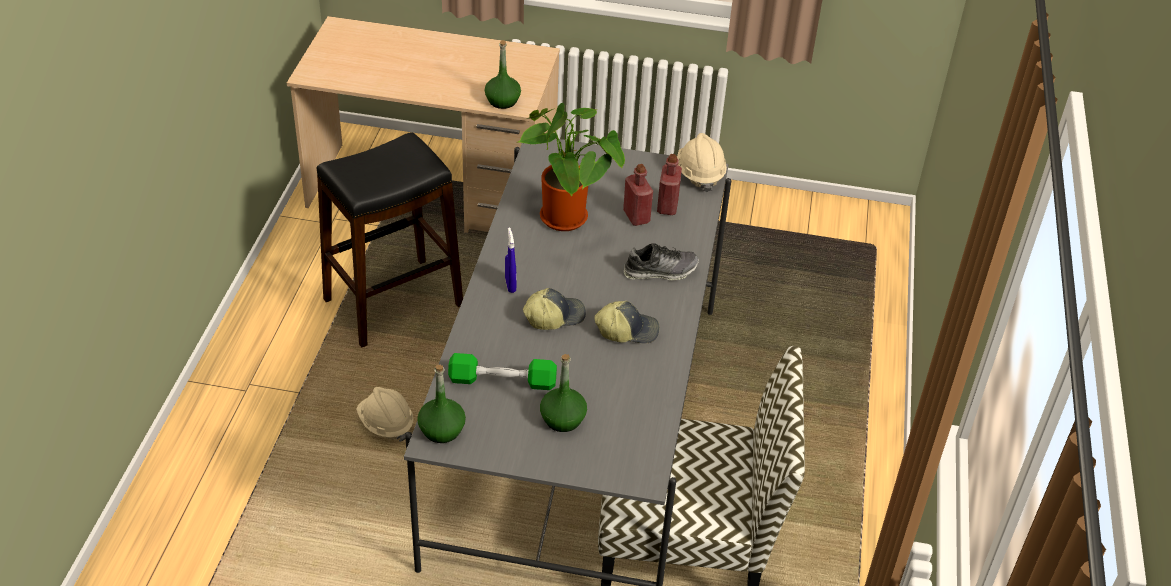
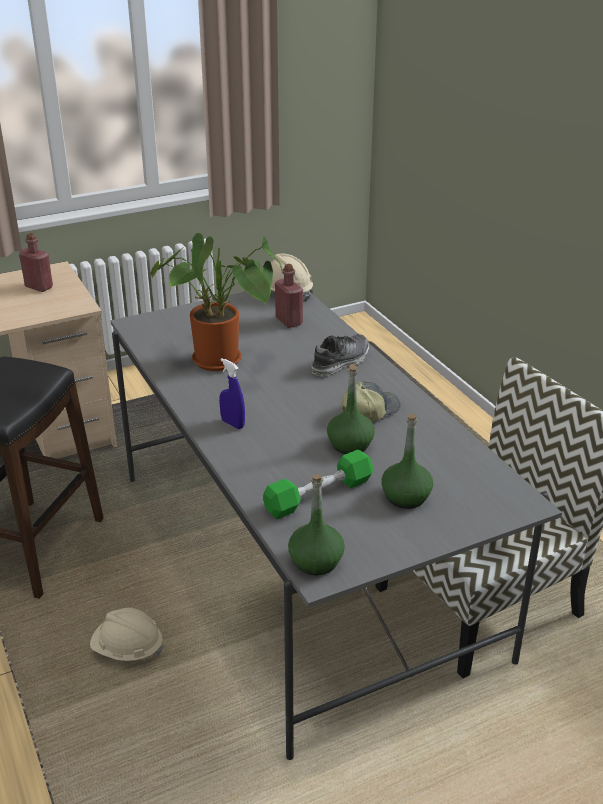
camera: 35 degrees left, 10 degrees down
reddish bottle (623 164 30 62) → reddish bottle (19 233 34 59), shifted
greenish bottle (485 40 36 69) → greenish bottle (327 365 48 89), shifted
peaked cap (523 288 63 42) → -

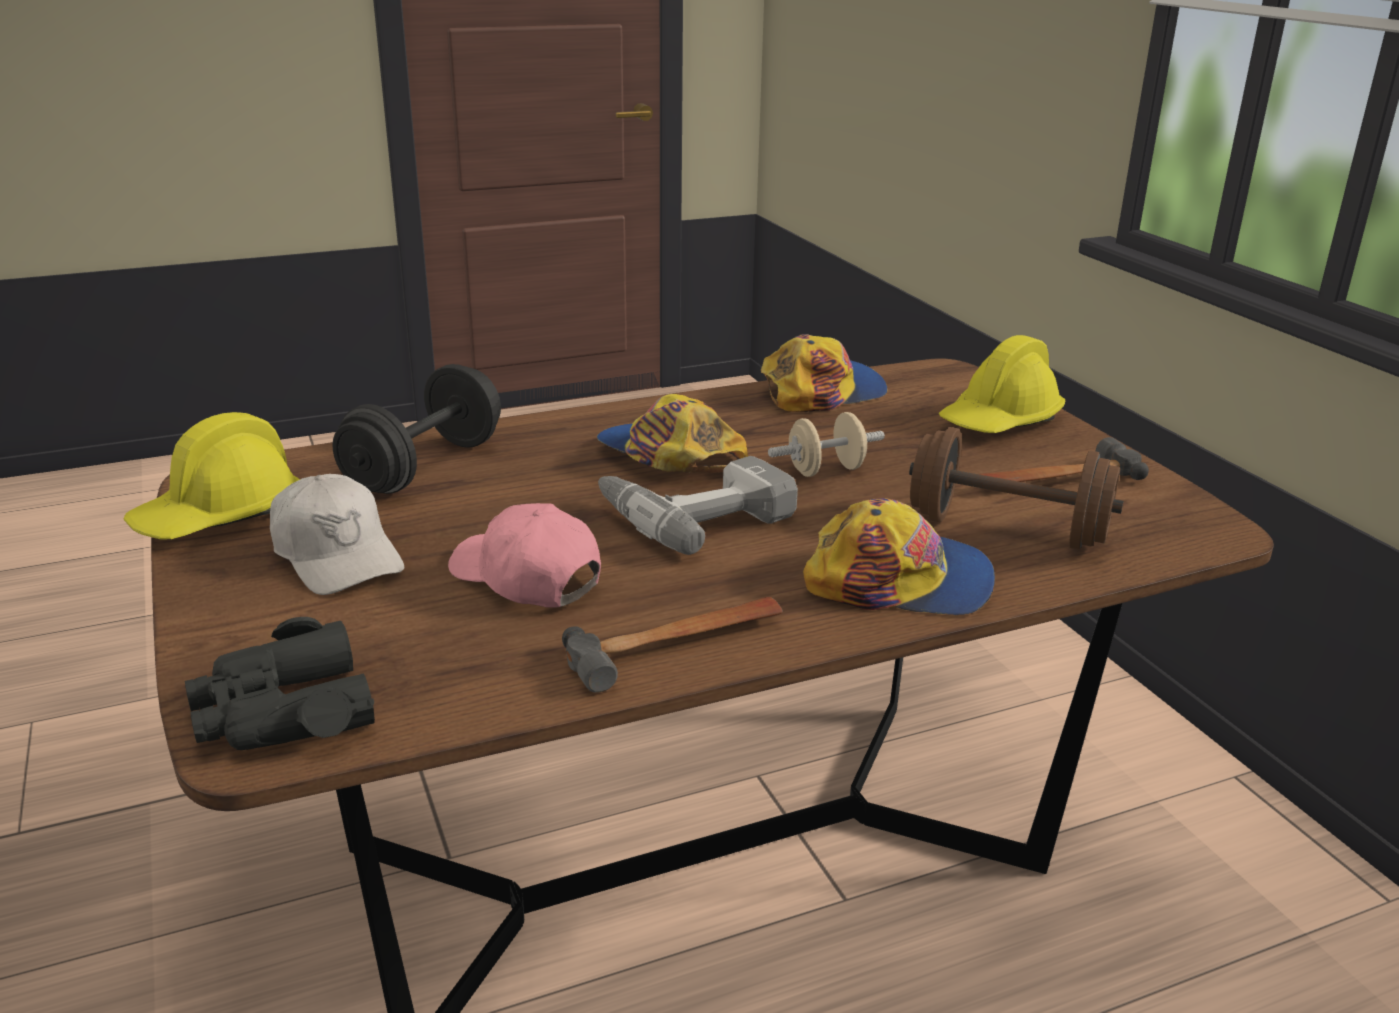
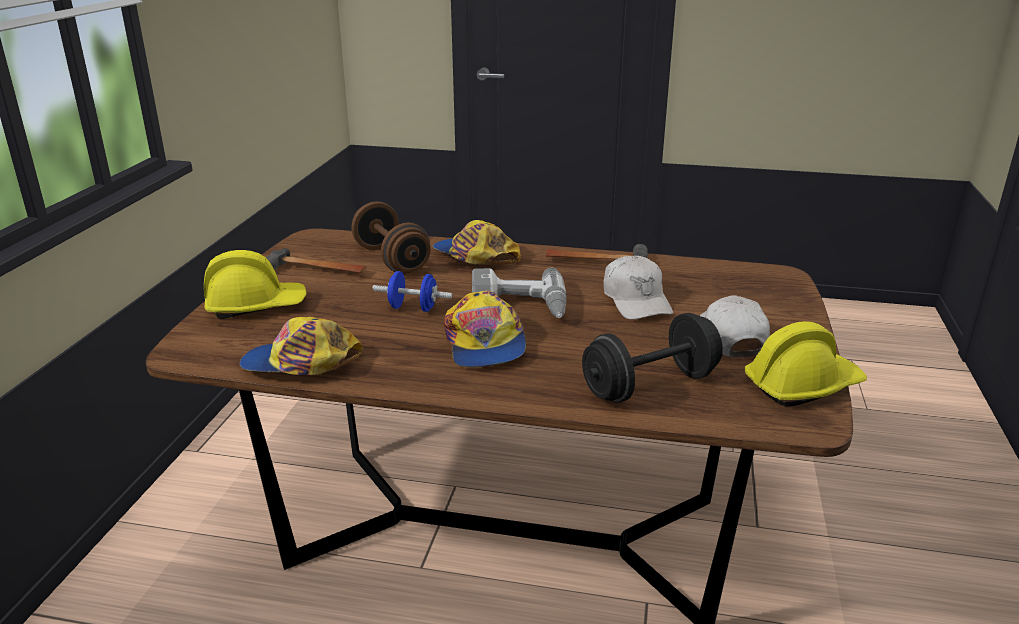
camera: 145 degrees left, 0 degrees up
sand-coloured hand weight (768 412 117 65) → blue-coloured hand weight (372 271 80 41)
pinkish peaked cap (448 503 153 105) → white-coloured peaked cap (603 255 70 65)
black pair of binoculars (185 617 190 133) → -

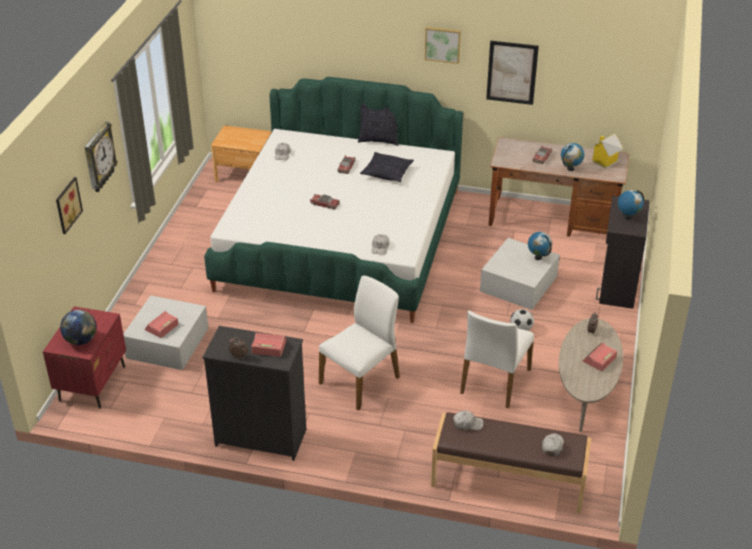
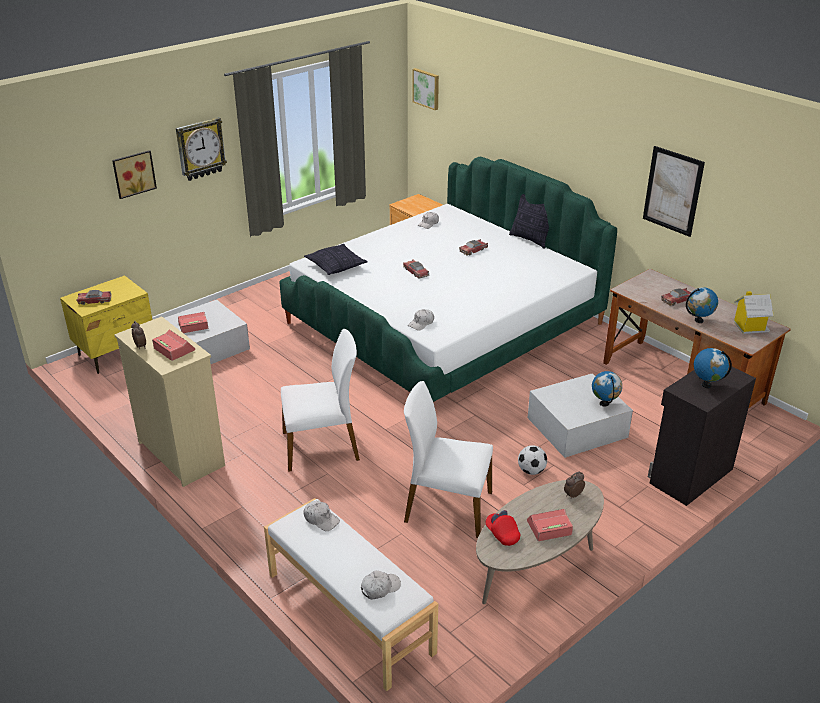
camera: 35 degrees right, 5 degrees down
reddish bedside table (43 306 83 103) → yellow-coloured bedside table (60 275 92 99)
globe (60 310 37 35) → model car (76 290 36 15)
black dresser (203 326 103 135) → sand-coloured dresser (114 316 111 171)
brown-coloured indoor bench (431 412 160 102) → white-coloured indoor bench (264 498 174 193)
throw pillow (360 152 54 30) → throw pillow (304 244 64 31), shifted
white-coloured chair (460 310 74 98) → white-coloured chair (404 381 89 157), 45 degrees clockwise
picture (425 27 36 37) → picture (412 68 27 42), shifted
- → reddish peaked cap (486 510 34 36)

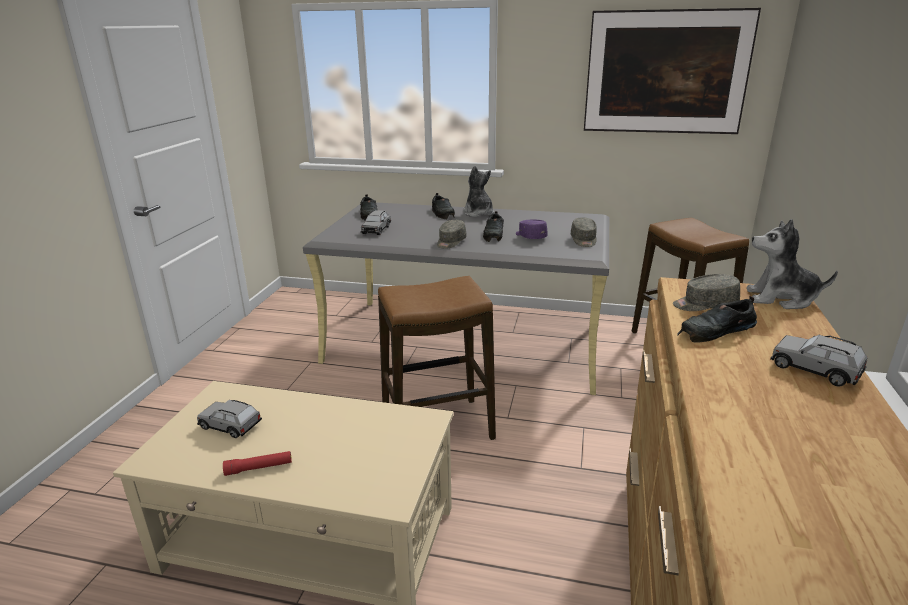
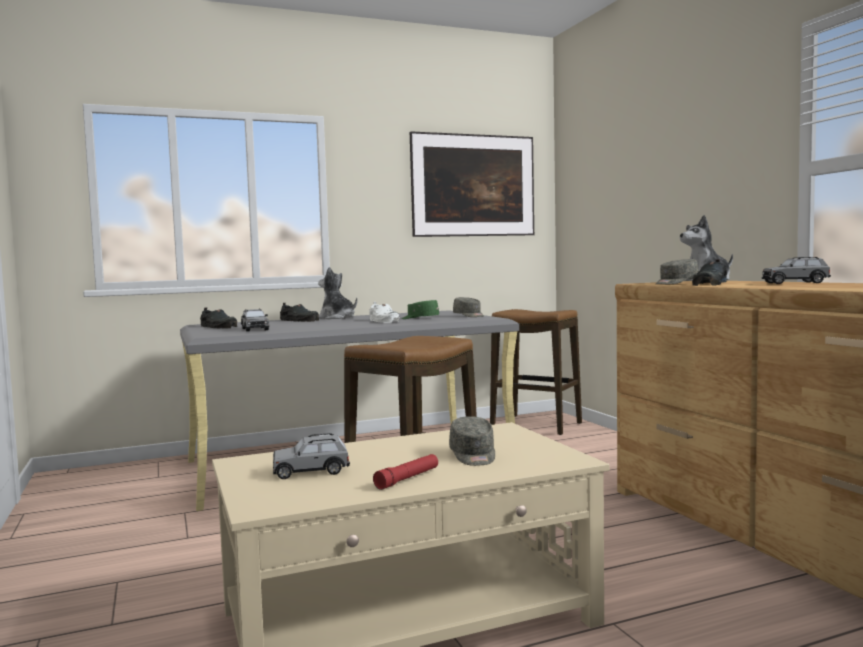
camera: 35 degrees left, 20 degrees down
black item of footwear (483 211 21 31) → white-coloured item of footwear (369 302 30 21)
purplish peaked cap (516 220 32 19) → greenish peaked cap (402 300 37 19)
grey peaked cap (437 220 30 29) → grey peaked cap (449 416 46 50), shifted

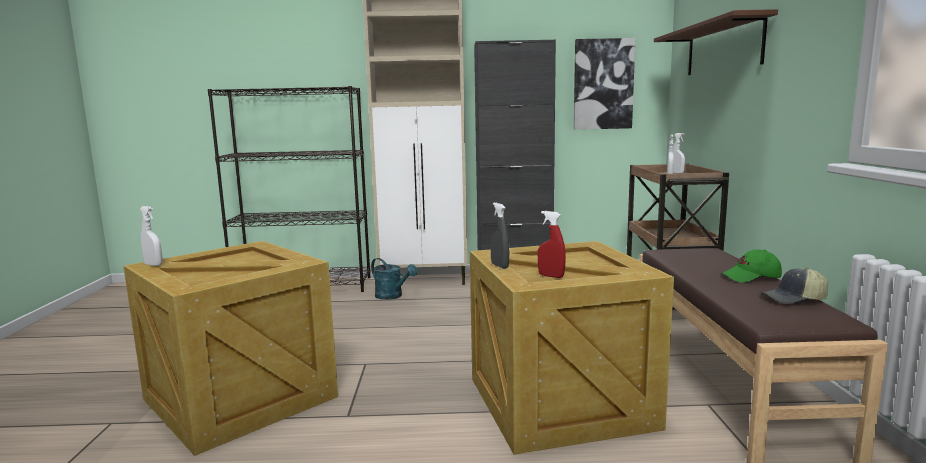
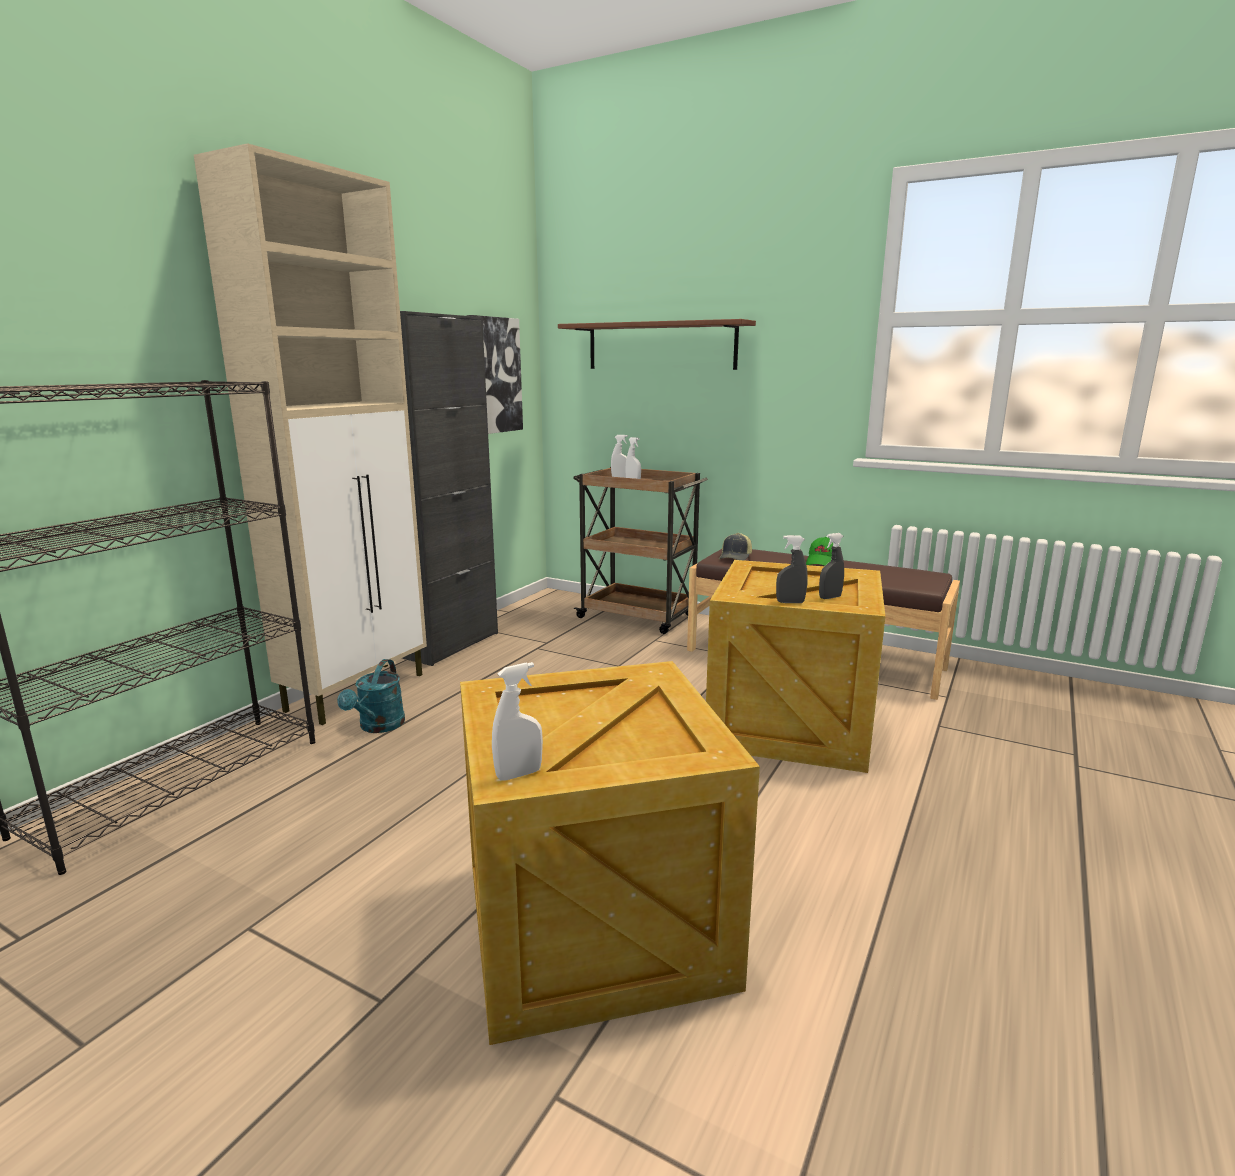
camera: 60 degrees left, 5 degrees up
turquoise-coloured watering pot (371 258 47 42) → turquoise-coloured watering pot (337 659 68 74), 120 degrees clockwise
peaked cap (761 268 67 36) → peaked cap (719 533 33 27), shifted
reddish hand sprayer (538 211 28 67) → grey hand sprayer (819 533 25 66)

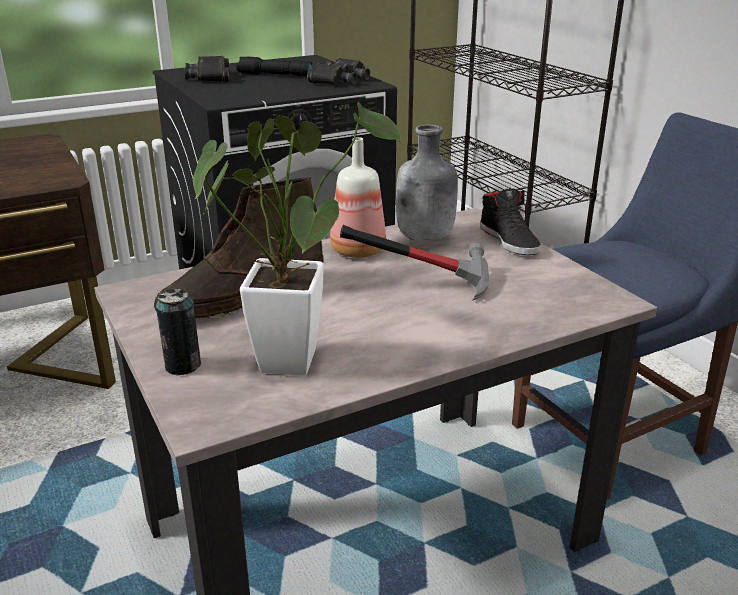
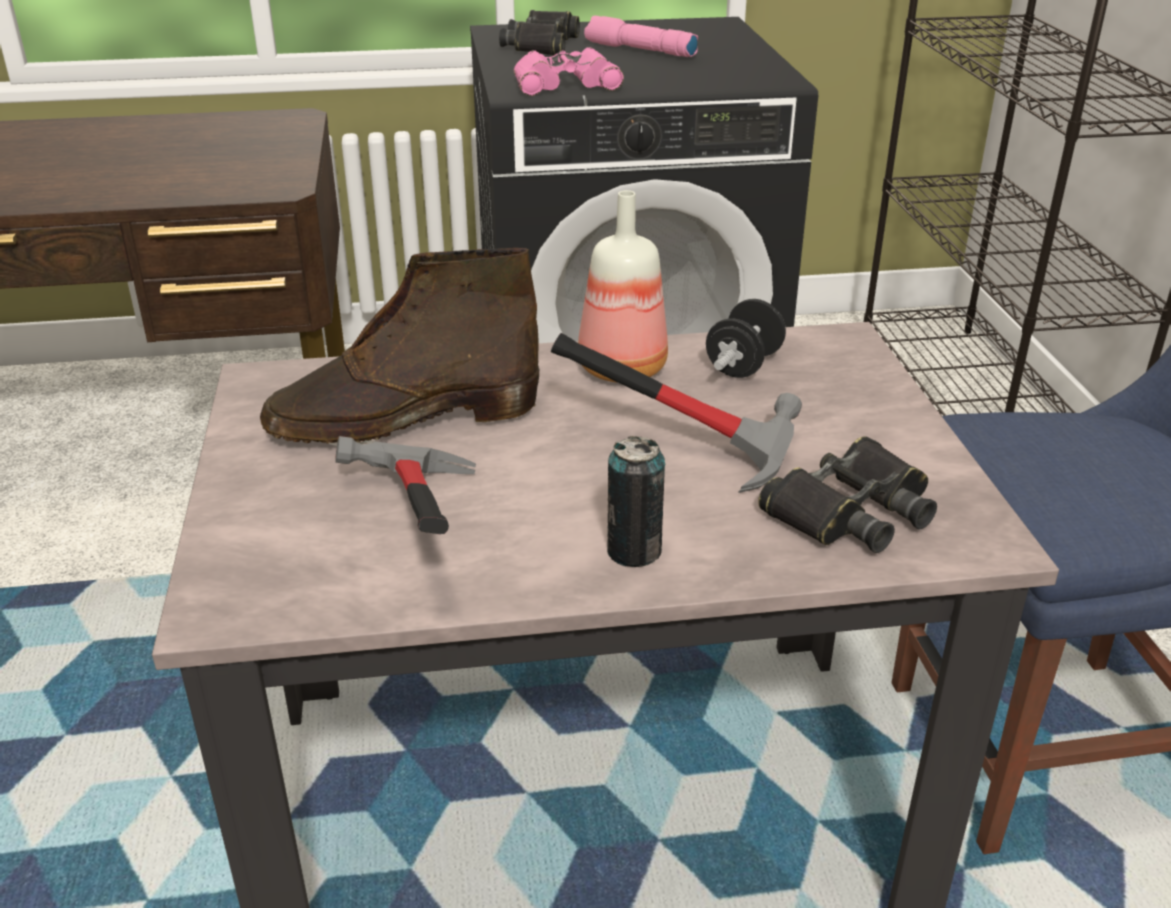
camera: 20 degrees right, 5 degrees up
potted plant (193 102 209 274) → hand hammer (335 436 141 98)
- → pinkish pair of binoculars (514 47 110 49)
black hand torch (236 57 76 19) → pinkish hand torch (584 16 114 41)
can (156 289 45 87) → can (607 436 58 131), shifted
grey bottle (396 125 62 117) → black hand weight (706 299 80 79)
black pair of binoculars (307 58 63 27) → black pair of binoculars (758 436 179 117), shifted
black item of footwear (480 188 61 67) → -

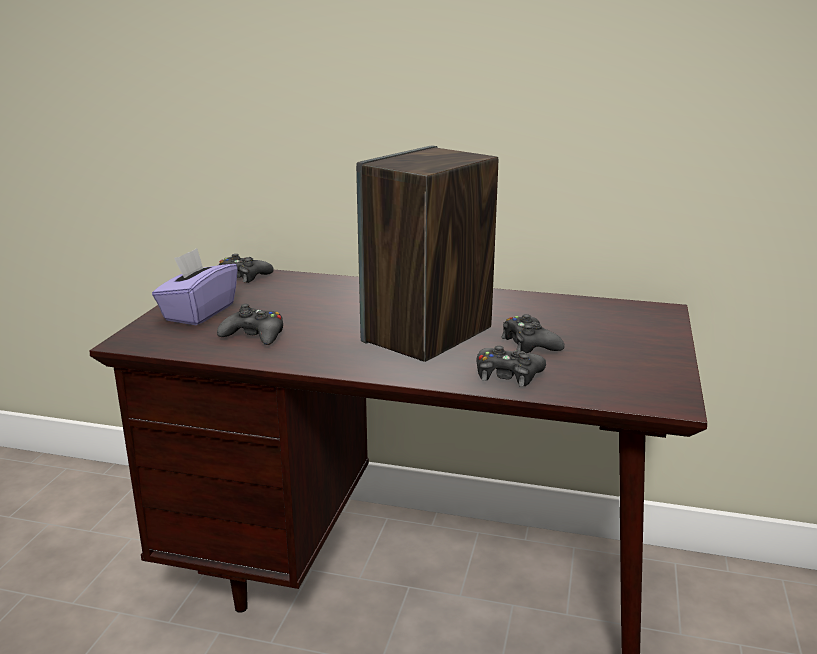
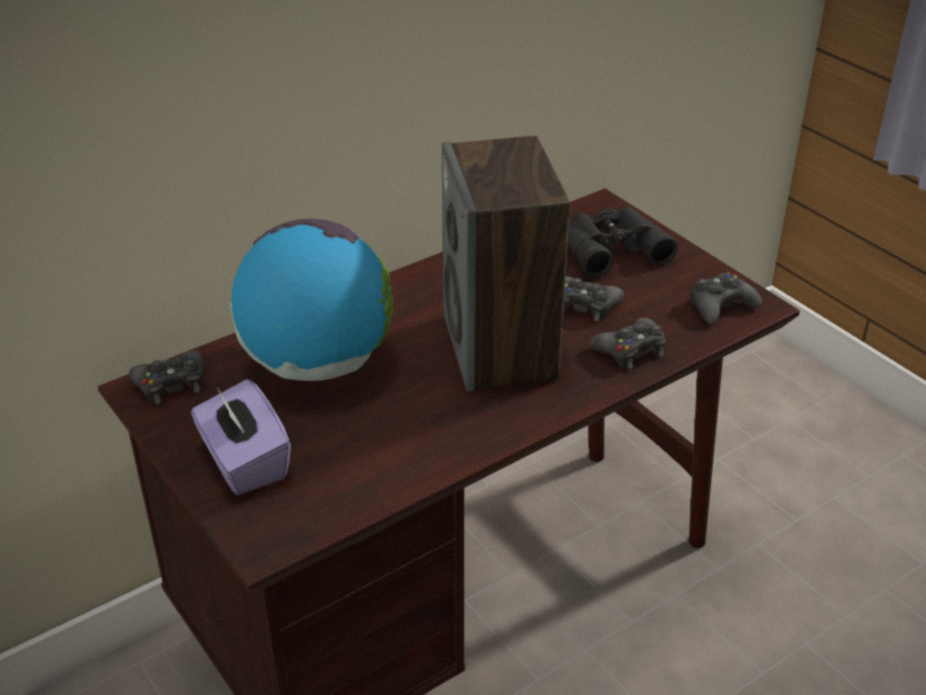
camera: 50 degrees left, 15 degrees up
- → globe (230 219 163 162)
- → black pair of binoculars (568 207 110 71)
black gamepad (217 304 66 41) → black gamepad (690 272 72 52), shifted

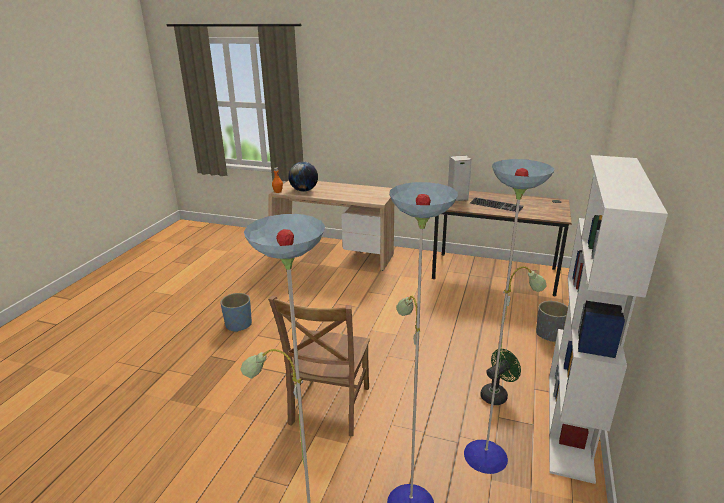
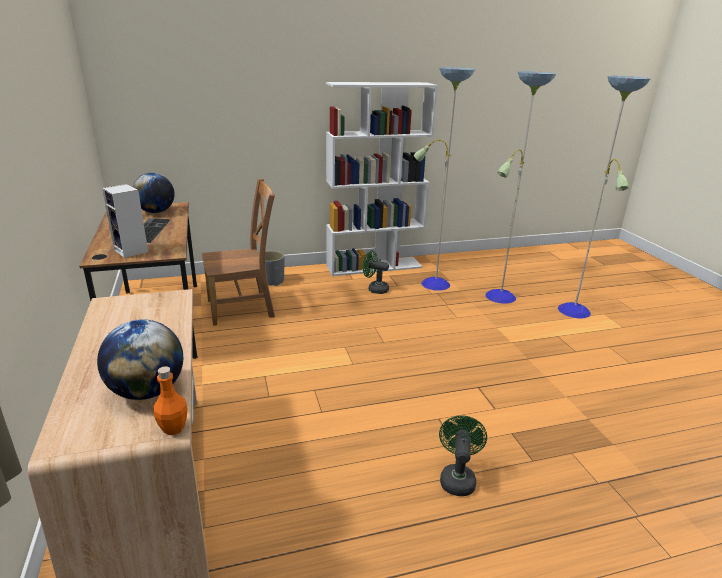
camera: 125 degrees left, 0 degrees up
- → globe (133 173 42 40)
brown-coloured chair (268 295 102 141) → brown-coloured chair (202 179 73 147), shifted
blue-coloured flower pot (220 293 32 39) → greenish electric fan (439 415 48 81)

